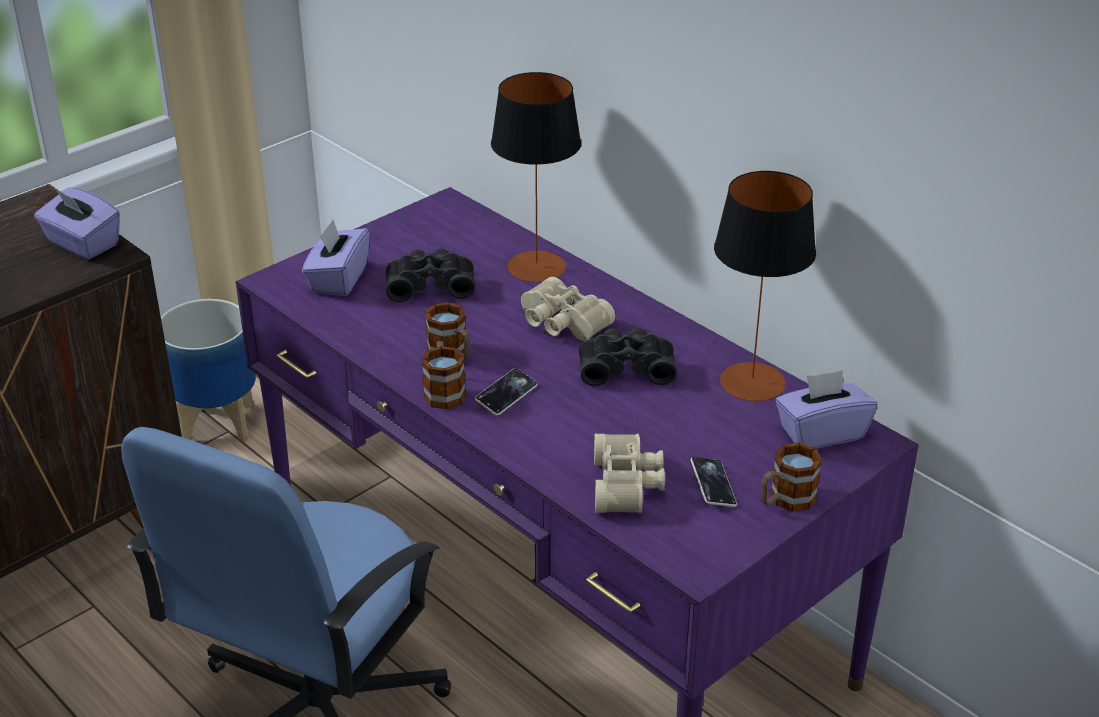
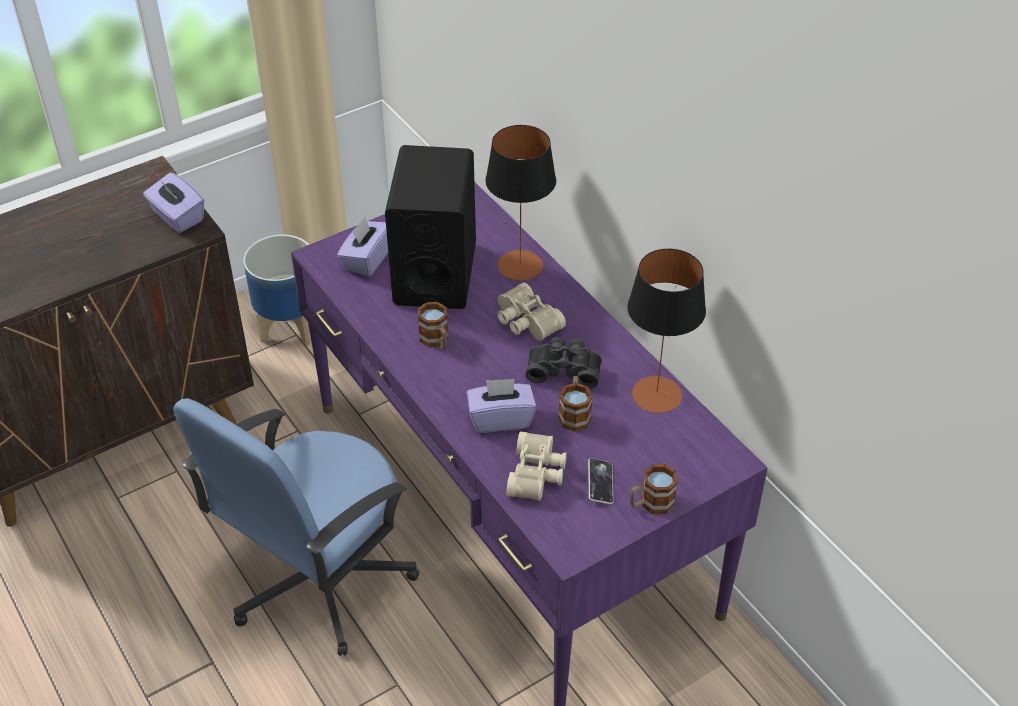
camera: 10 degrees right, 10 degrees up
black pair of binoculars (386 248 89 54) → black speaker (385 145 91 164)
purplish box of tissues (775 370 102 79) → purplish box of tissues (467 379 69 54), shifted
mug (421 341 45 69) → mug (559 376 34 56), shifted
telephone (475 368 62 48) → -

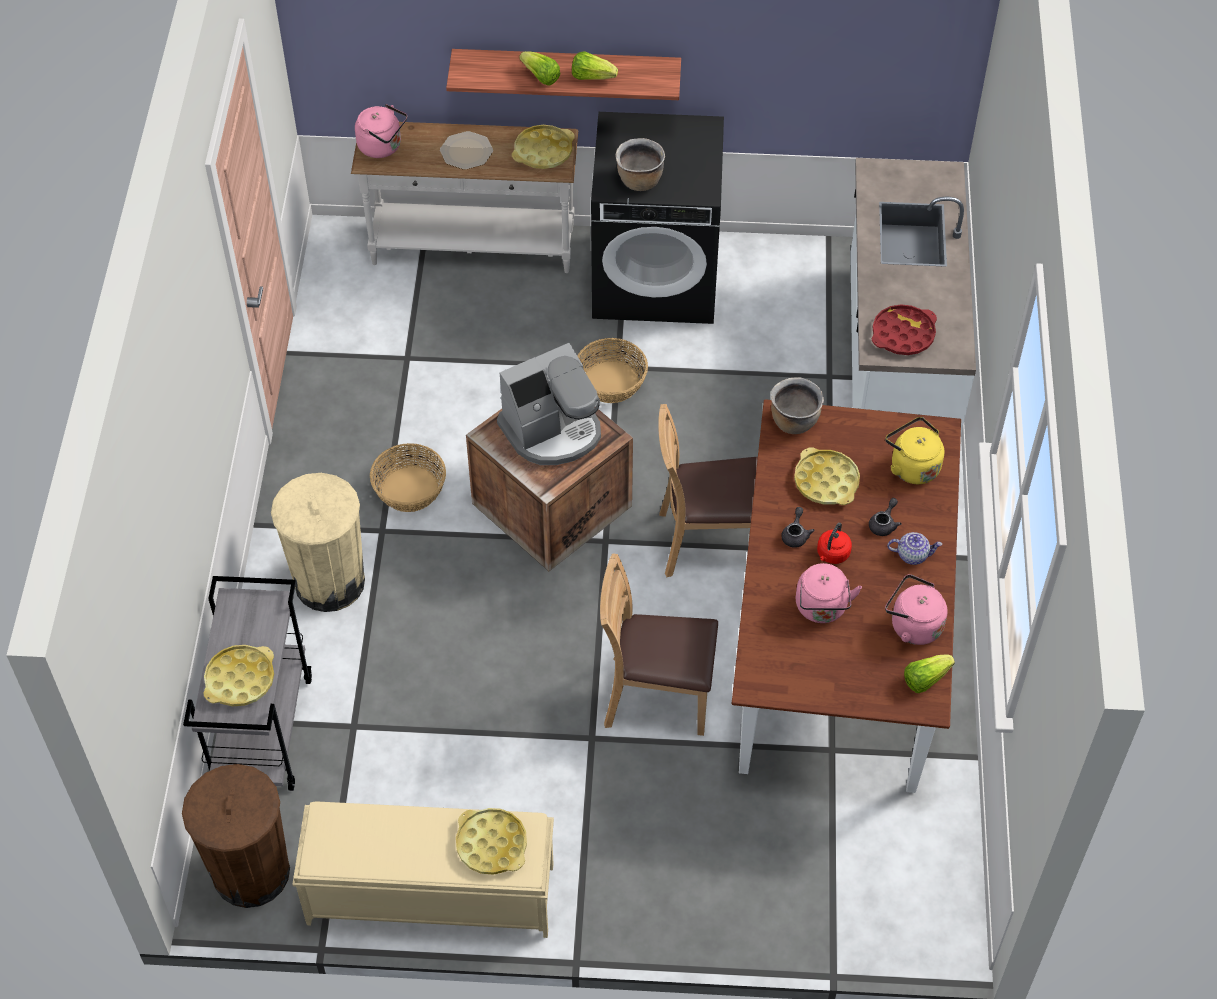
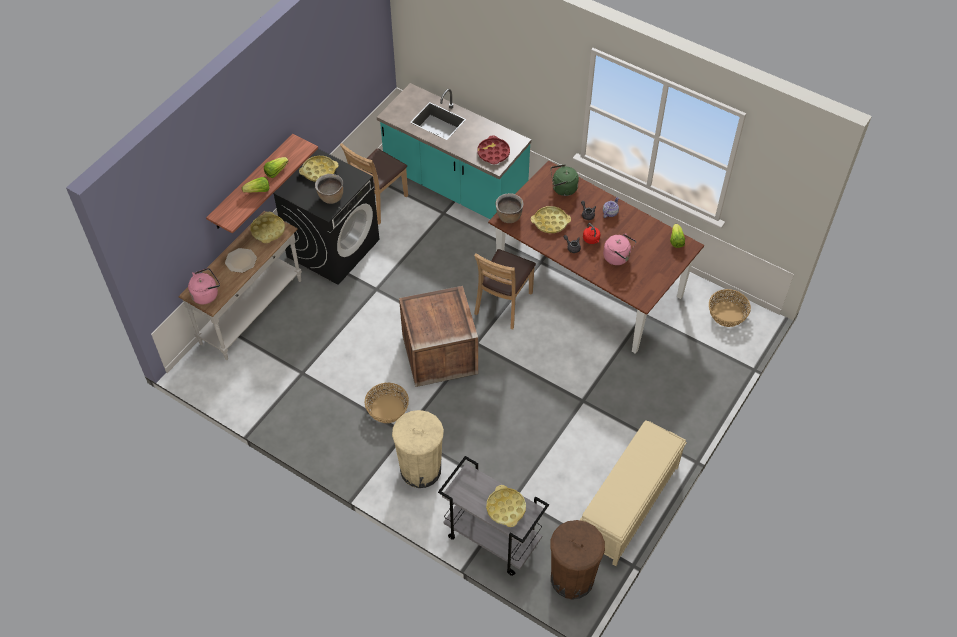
camera: 60 degrees left, 0 degrees up
yellow-coloured serving tray (456 808 71 67) → yellow-coloured serving tray (299 156 40 26), shifted
brown-coloured chair (600 553 118 183) → brown-coloured chair (340 143 68 82), shifted
white-coloured counter (850 158 126 275) → turquoise-coloured counter (377 83 154 136)
yellow-coloured kettle (885 417 59 67) → greenish kettle (551 164 28 32)
basket (577 338 71 65) → basket (709 289 42 38), shifted
coffee machine (497 343 104 122) → -
pinkish kettle (885 574 63 71) → -

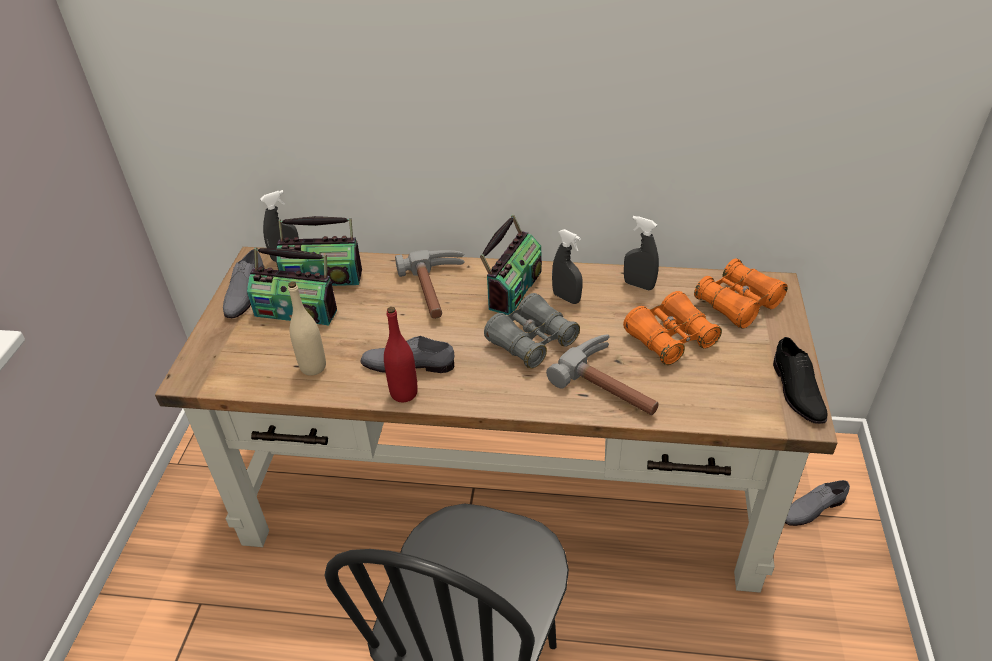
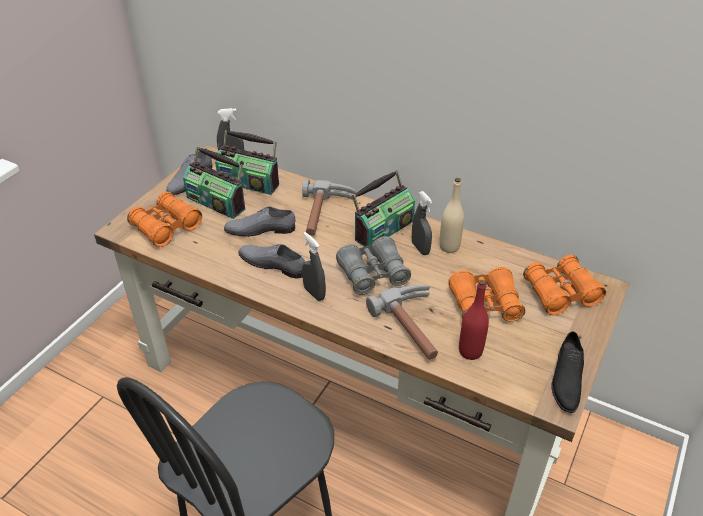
camera: 20 degrees right, 0 degrees up
- → orangey pair of binoculars (127 191 75 56)
grey item of footwear (785 480 65 46) → grey item of footwear (224 207 72 30), shifted
grey hand sprayer (624 216 35 74) → grey hand sprayer (302 232 24 69), shifted
sand-coloured bottle (288 282 38 94) → sand-coloured bottle (439 178 25 75), shifted
reddish bottle (384 307 34 95) → reddish bottle (459 280 30 80), shifted

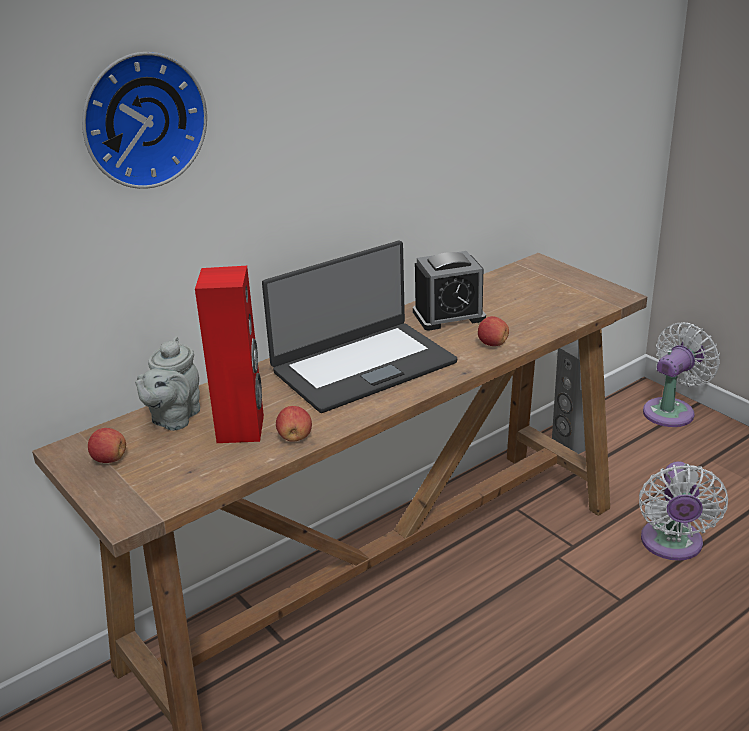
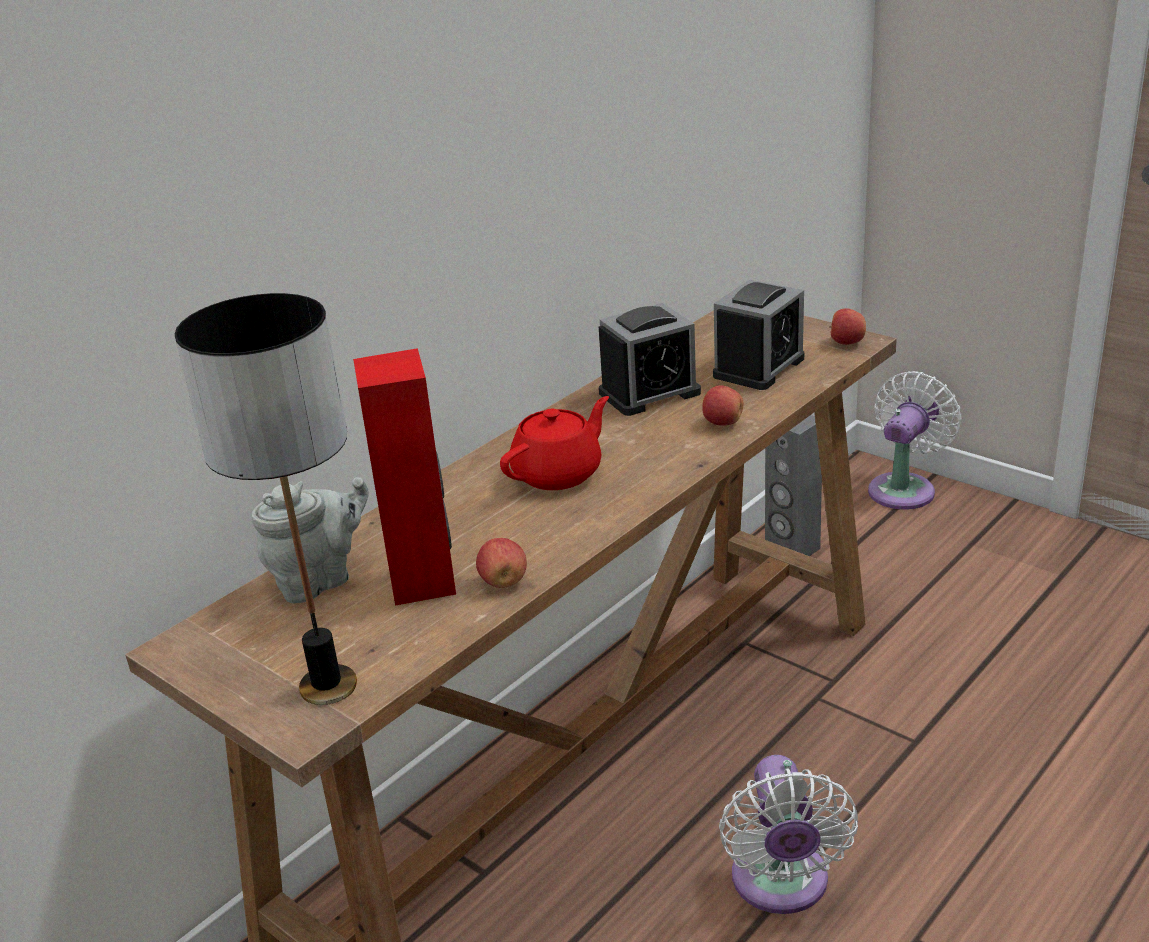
camera: 10 degrees left, 0 degrees up
- → lamp for a table (175 293 182 412)
grey teapot (135 337 65 94) → grey teapot (251 477 118 126), 135 degrees counterclockwise
portable computer (262 241 195 172) → reddish teapot (500 396 109 94)
- → bedside clock (713 280 91 110)
white-coloured electric fan (639 461 89 100) → white-coloured electric fan (719 755 139 159), shifted
whole apple (88 428 38 35) → whole apple (829 308 37 37), shifted
wall clock (82 52 125 137) → -

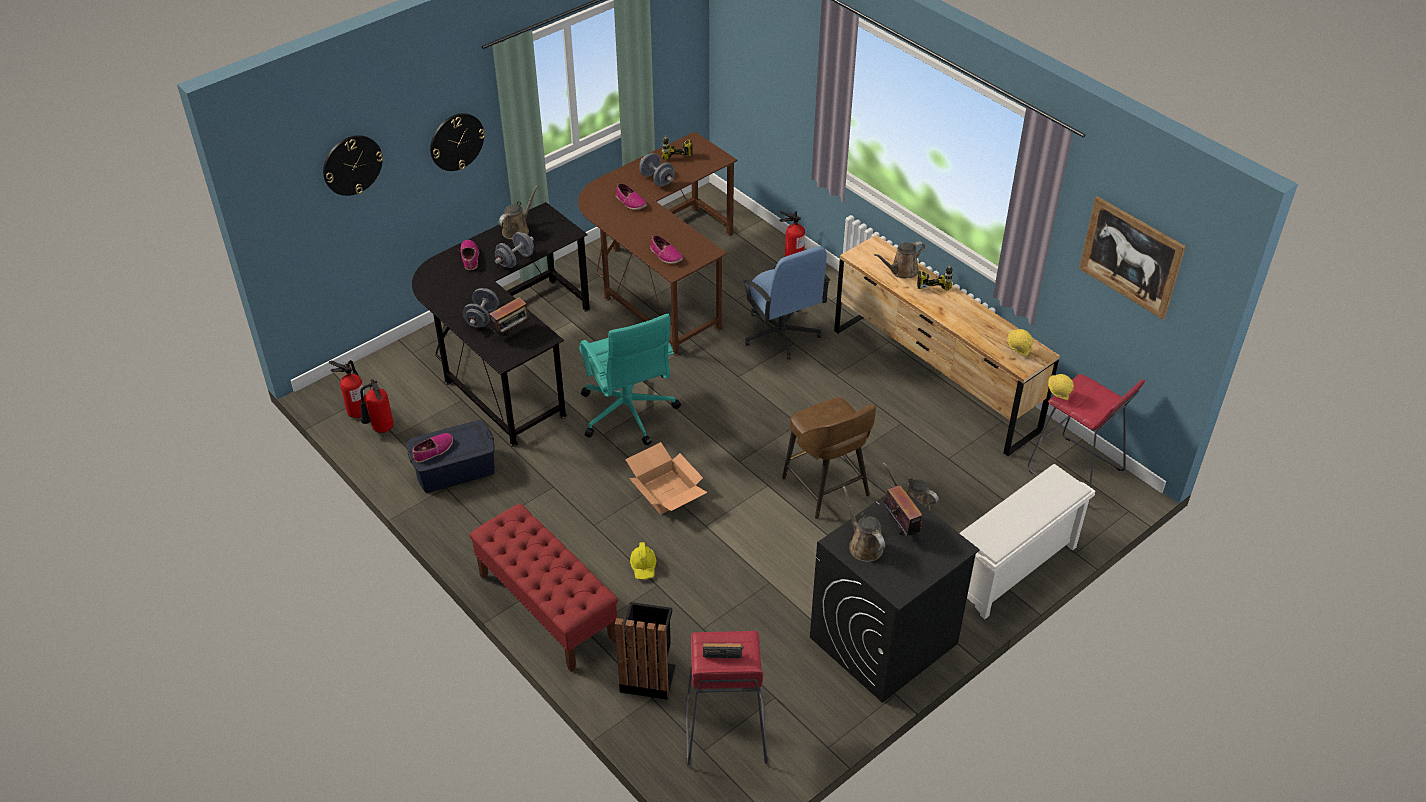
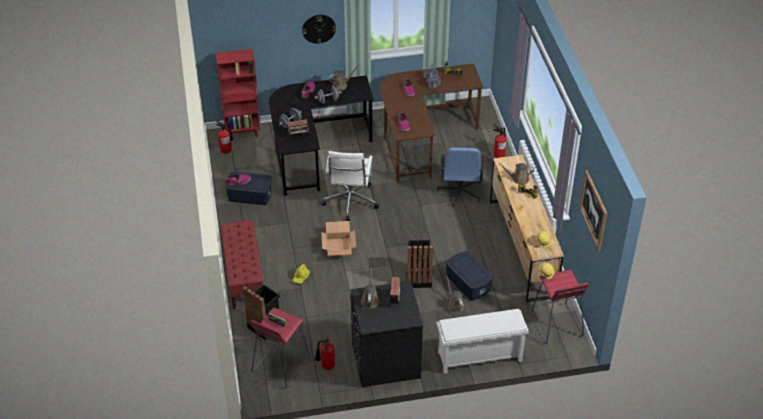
camera: 30 degrees right, 0 degrees up
- → reddish shelving unit (216 49 45 89)
fire extinguisher (360 379 34 54) → fire extinguisher (315 338 20 32), shifted
turquoise-coloured office chair (579 314 102 132) → white-coloured office chair (321 151 58 70)
brown-coloured stool seat (782 397 94 122) → black waste bin (406 240 27 48)
- → blue-coloured storage box (445 251 49 50)
wall clock (323 135 60 61) → -

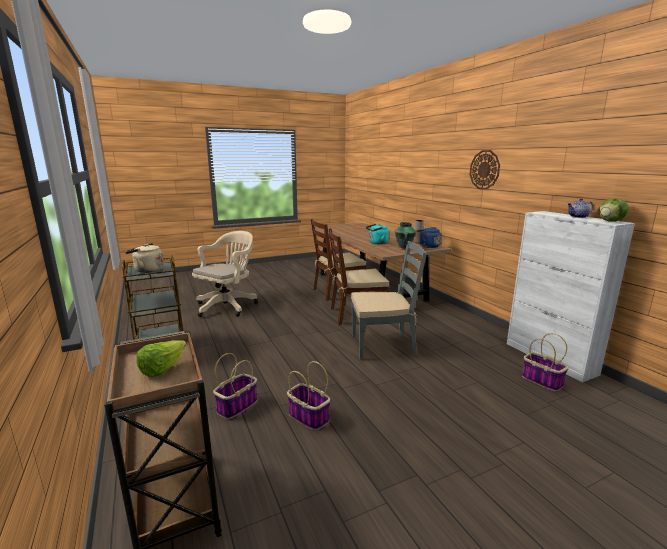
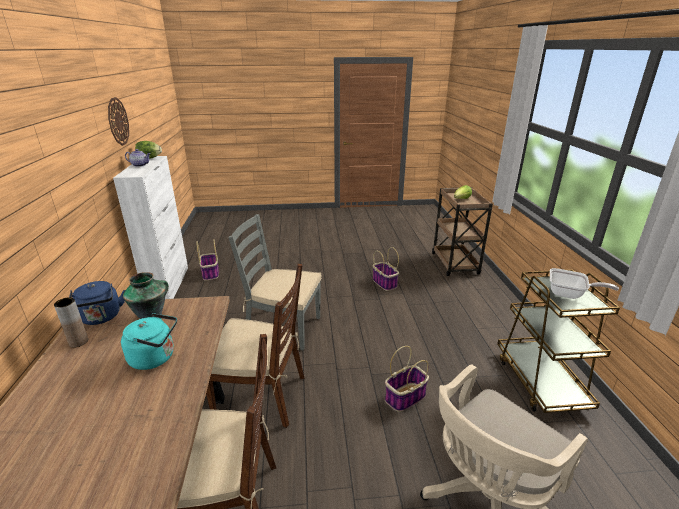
camera: 160 degrees left, 10 degrees up
wall clock (470 150 30 40) → wall clock (108 97 21 49), shifted
basket (213 353 45 66) → basket (385 346 44 66), shifted
sand-coloured kettle (125 243 39 30) → pan (550 268 69 31)

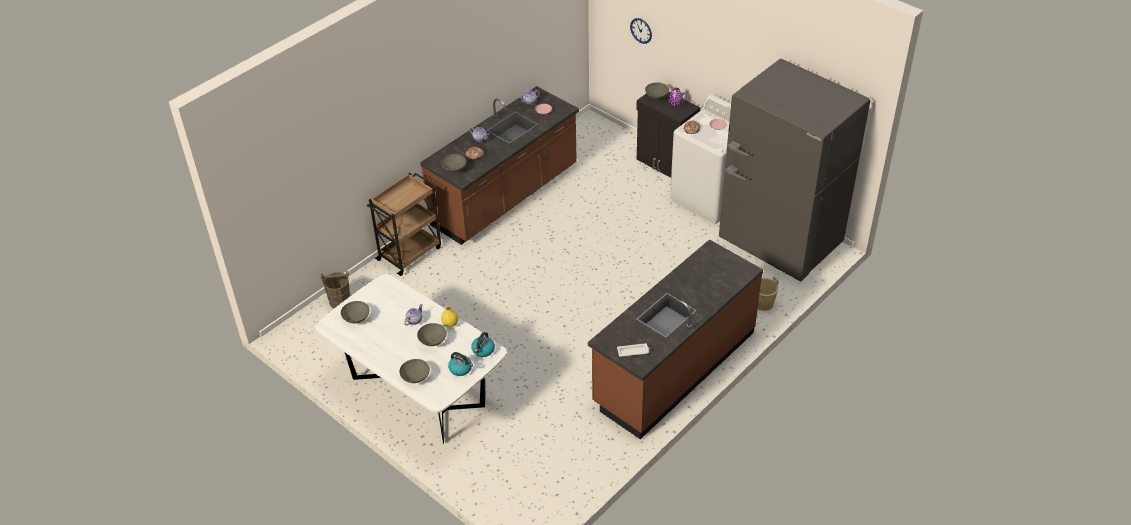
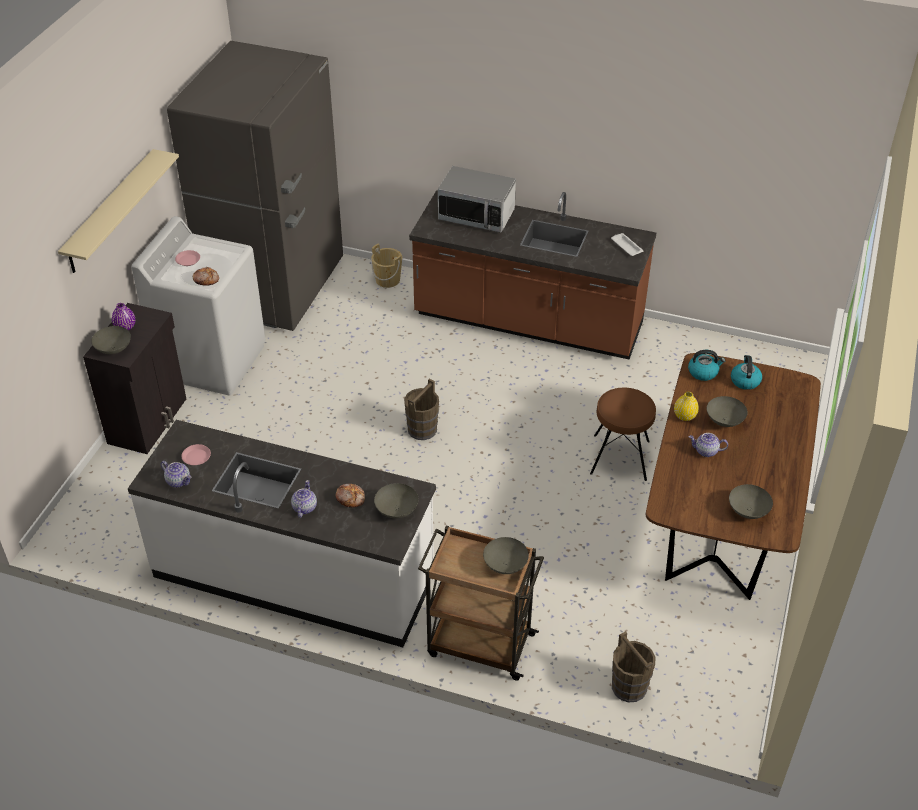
camera: 115 degrees left, 0 degrees up
- → sand-coloured wall shelf (58 149 121 124)
brown-coloured counter (420 86 159 159) → white-coloured counter (128 420 308 227)
- → brown-coloured bucket (404 379 35 61)
- → kitchen microwave (438 166 78 67)
grey serving bowl (399 359 31 24) → grey serving bowl (483 537 46 37), shifted
- → brown-coloured stool seat (590 388 66 93)
white-coloured dining table (315 274 192 170) → brown-coloured dining table (646 353 175 247)
wall clock (630 18 22 26) → -

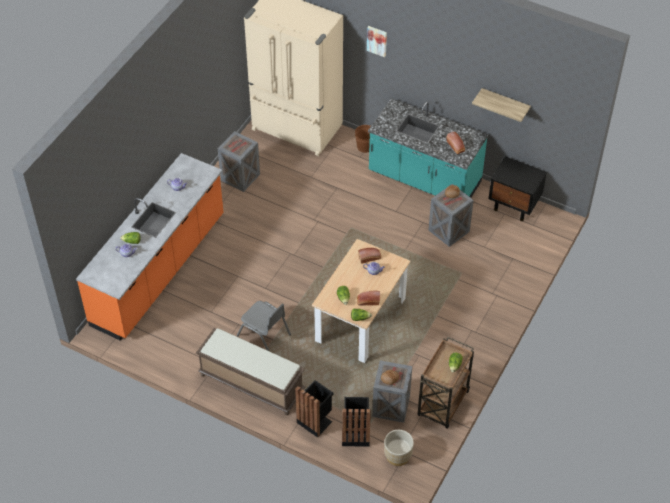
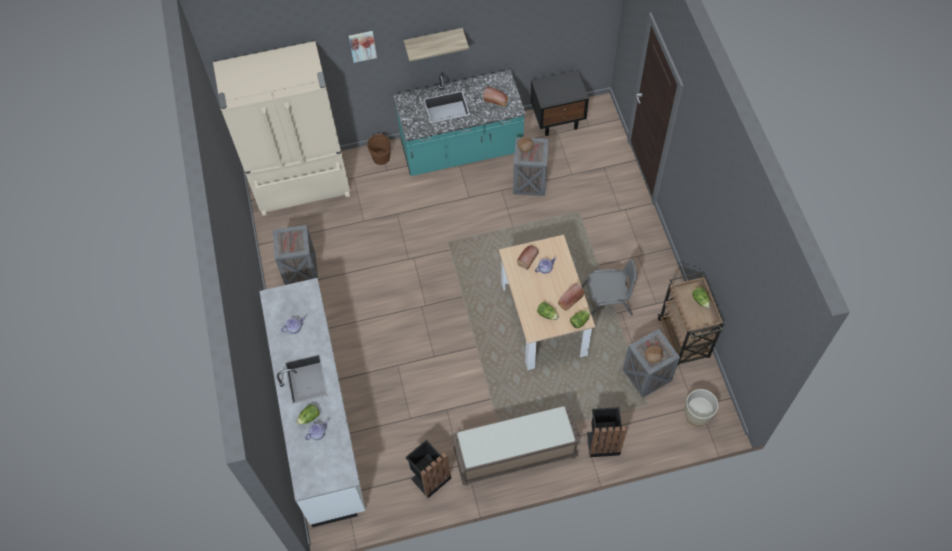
camera: 40 degrees left, 10 degrees up
orangey counter (76 153 148 188) → white-coloured counter (259 278 106 249)
wall shelf (472 88 59 34) → wall shelf (404 28 65 34), shifted
black waste bin (342 397 29 50) → black waste bin (406 440 45 58), shifted
grey chair (237 301 54 50) → grey chair (582 259 55 56), shifted

